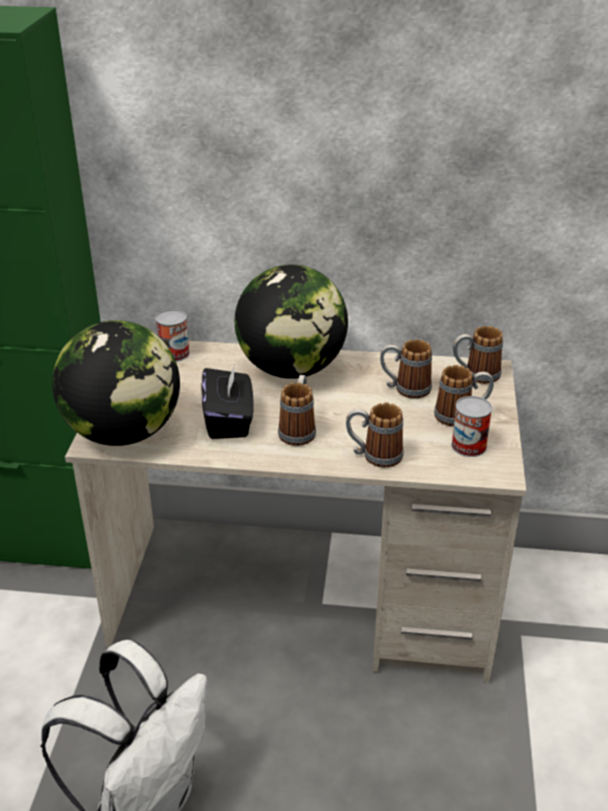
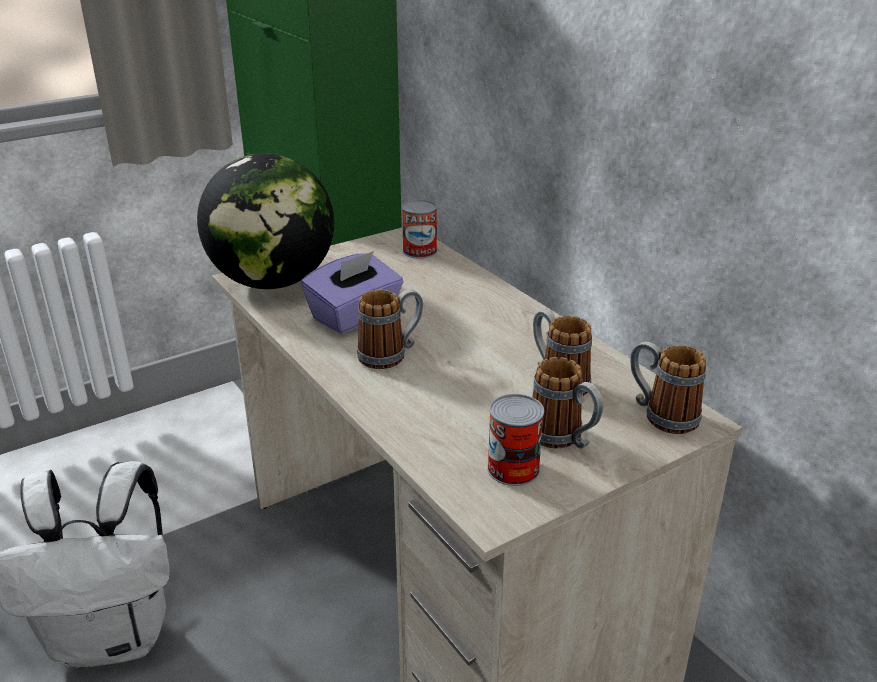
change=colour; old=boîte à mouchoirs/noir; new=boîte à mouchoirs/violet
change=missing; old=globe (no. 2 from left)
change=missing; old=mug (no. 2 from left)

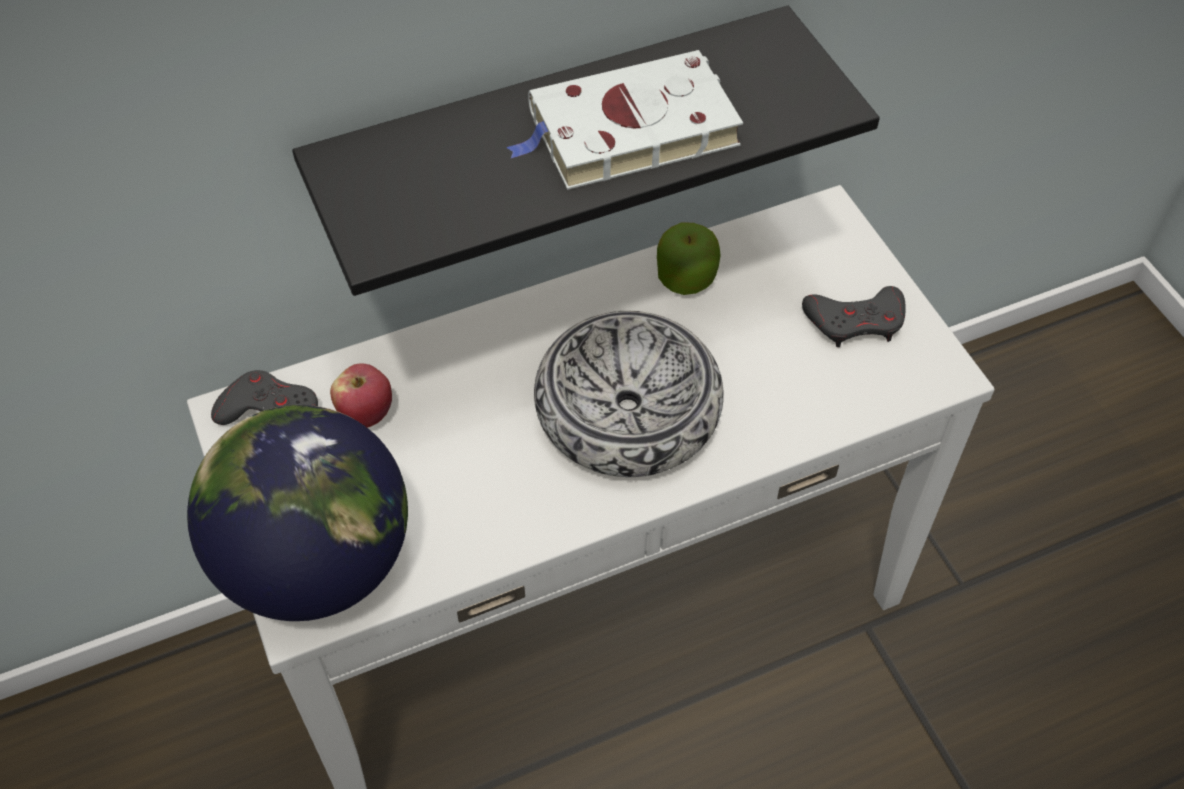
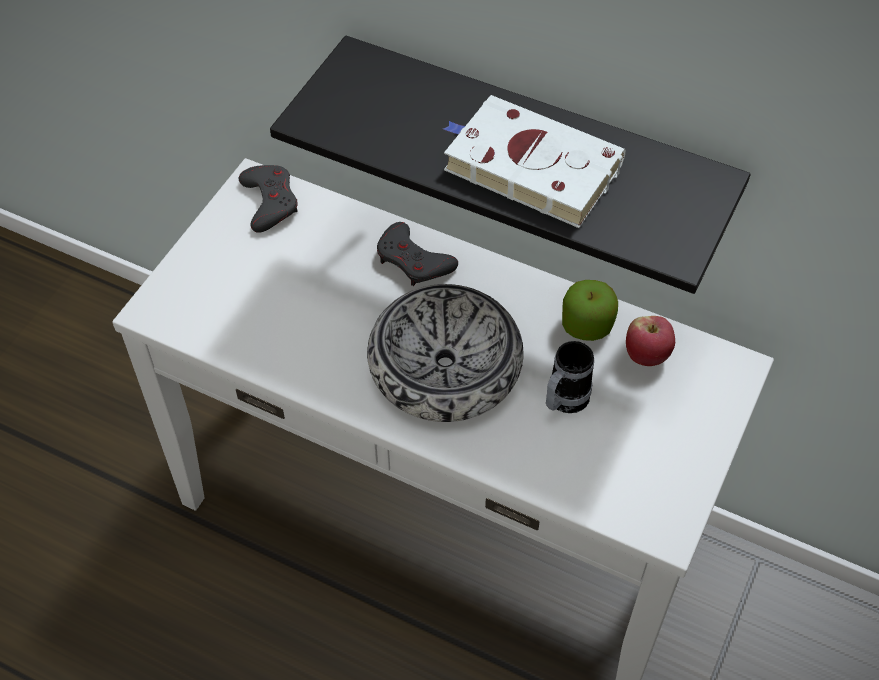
change=missing; old=globe
change=relocated; old=pomme (no. 1 from left in the first image); new=pomme (no. 2 from left)
change=relocated; old=manette/gris (no. 2 from left)
change=appeared; new=mug

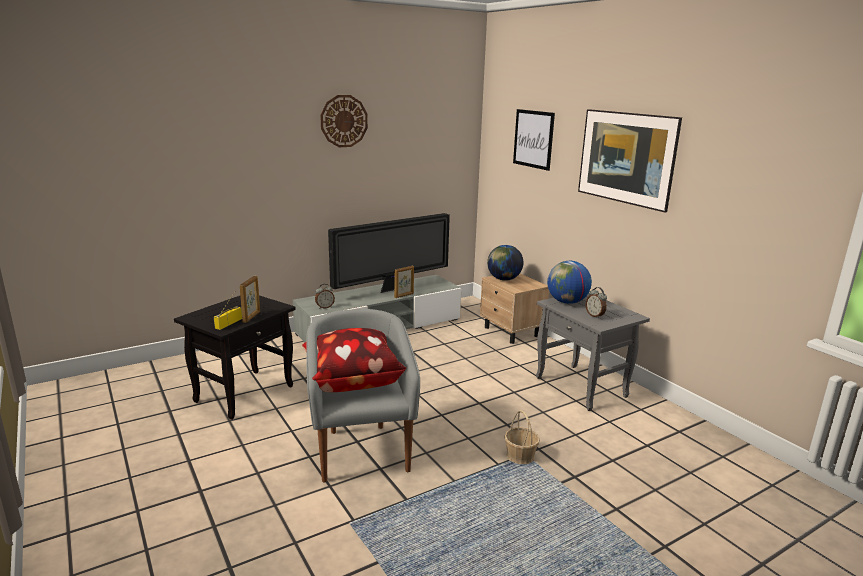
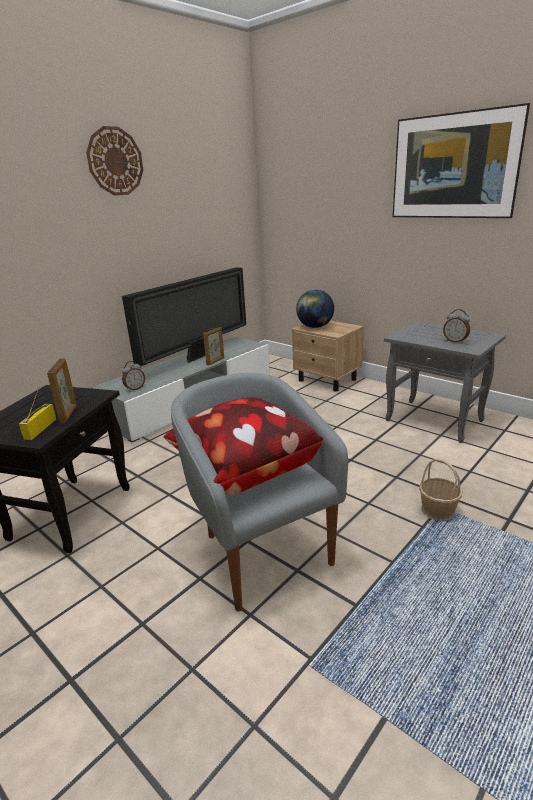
change=missing; old=tableau (no. 1 from left)
change=missing; old=globe (no. 2 from left)

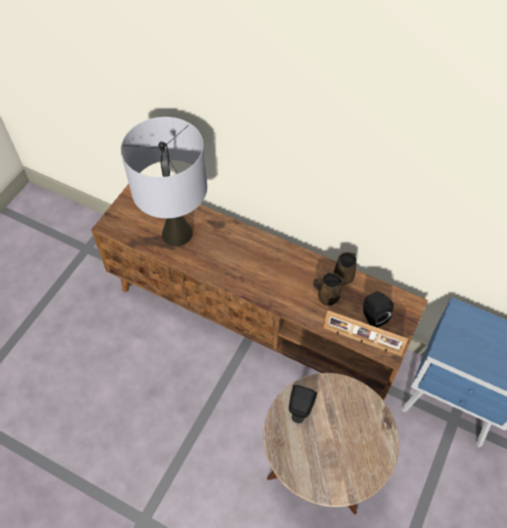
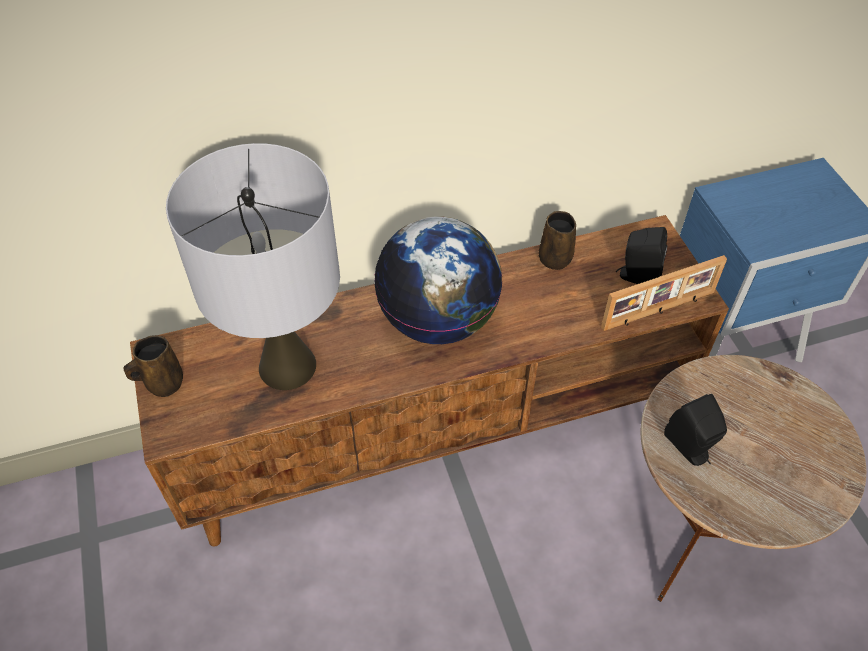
change=relocated; old=mug/marron (no. 1 from left)
change=appeared; new=globe

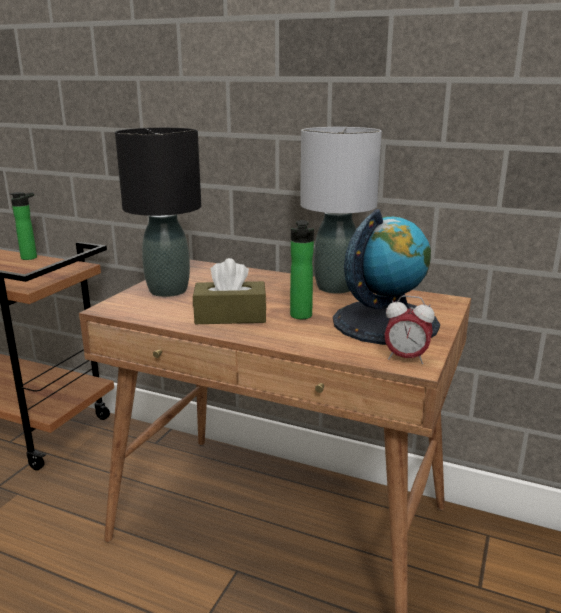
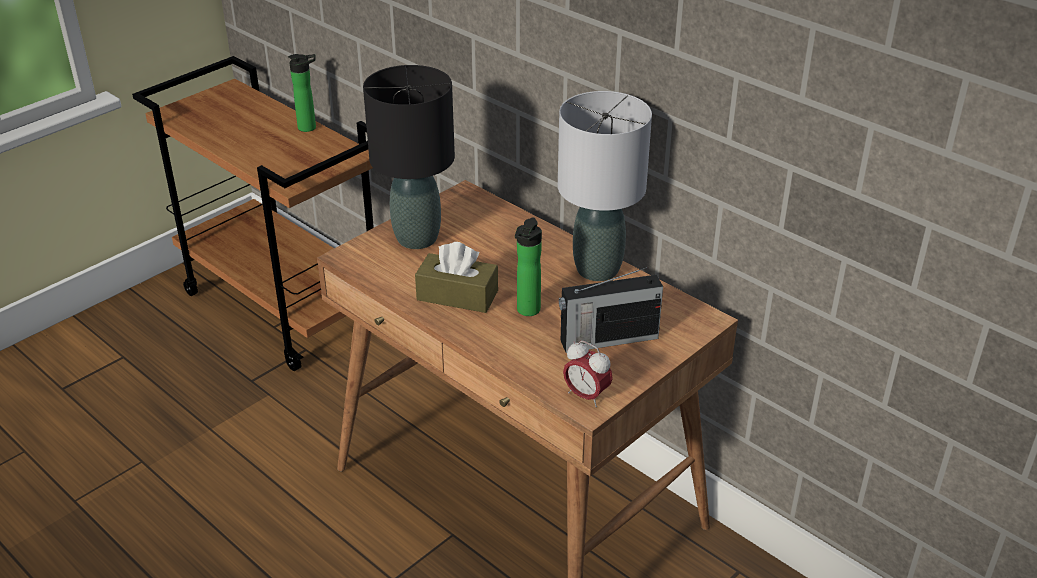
change=exchanged; old=globe; new=radio

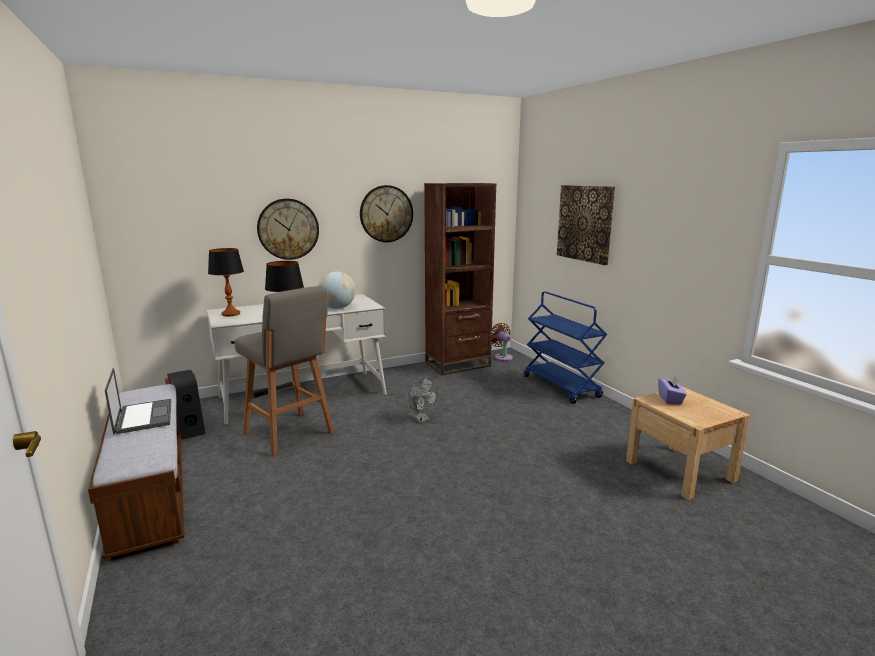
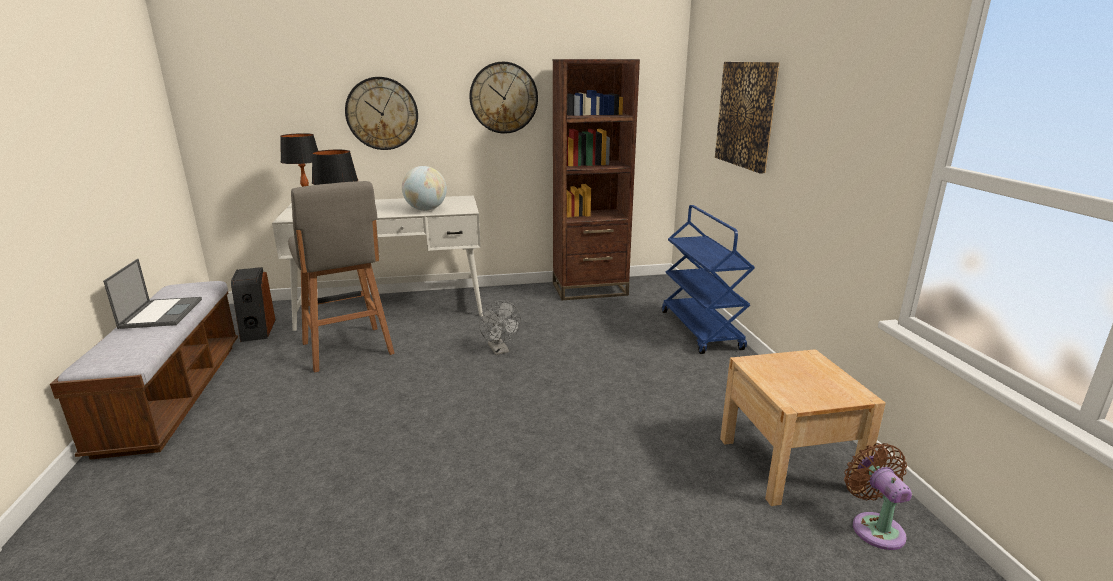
change=relocated; old=ventilateur/marron
change=missing; old=boîte à mouchoirs/violet

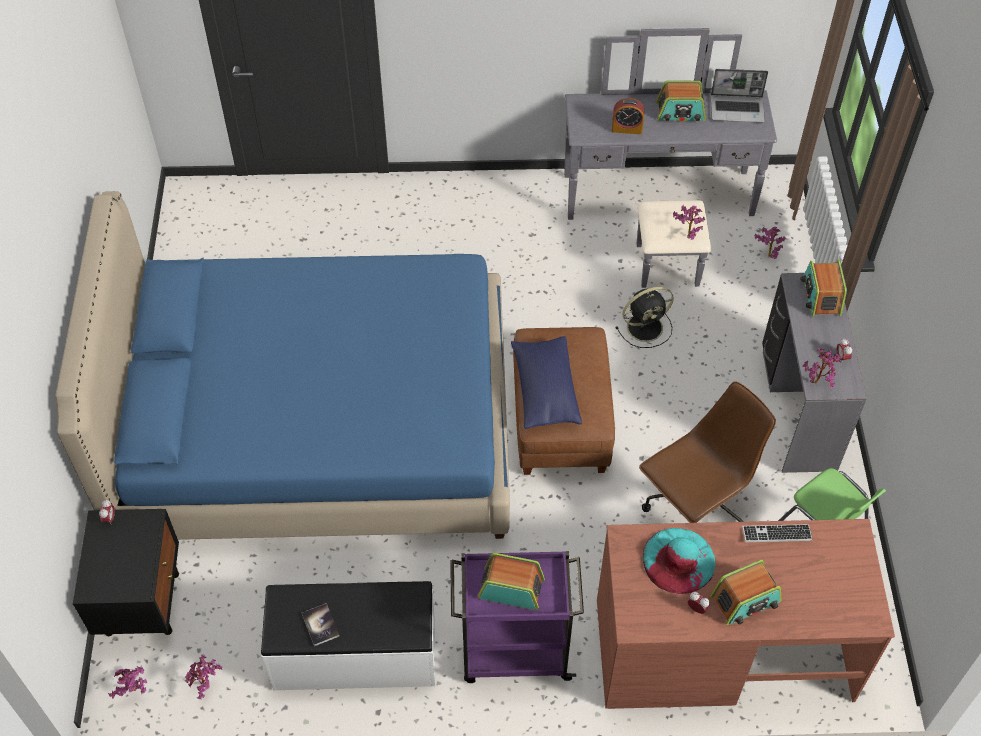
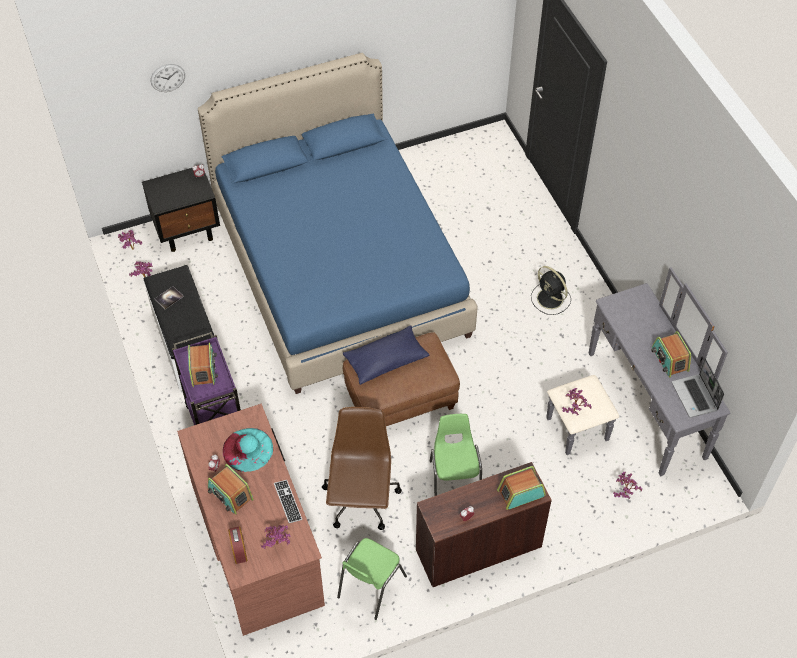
change=relocated; old=réveil (no. 2 from left in the first image); new=réveil (no. 3 from left)
change=relocated; old=ventilateur/noir
change=spun; old=chaise de bureau/marron; degrees=-120
change=colour; old=bureau/gris; new=bureau/marron (no. 2 from left)
change=relocated; old=plante en pot (no. 5 from left in the first image); new=plante en pot (no. 3 from left)
change=appeared; new=horloge murale
change=appeared; new=chaise/vert (no. 2 from left)

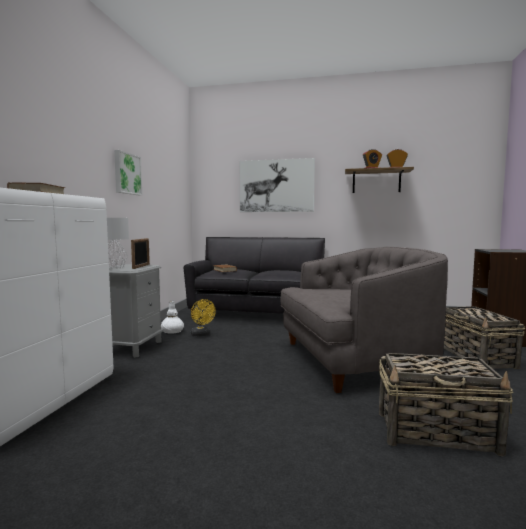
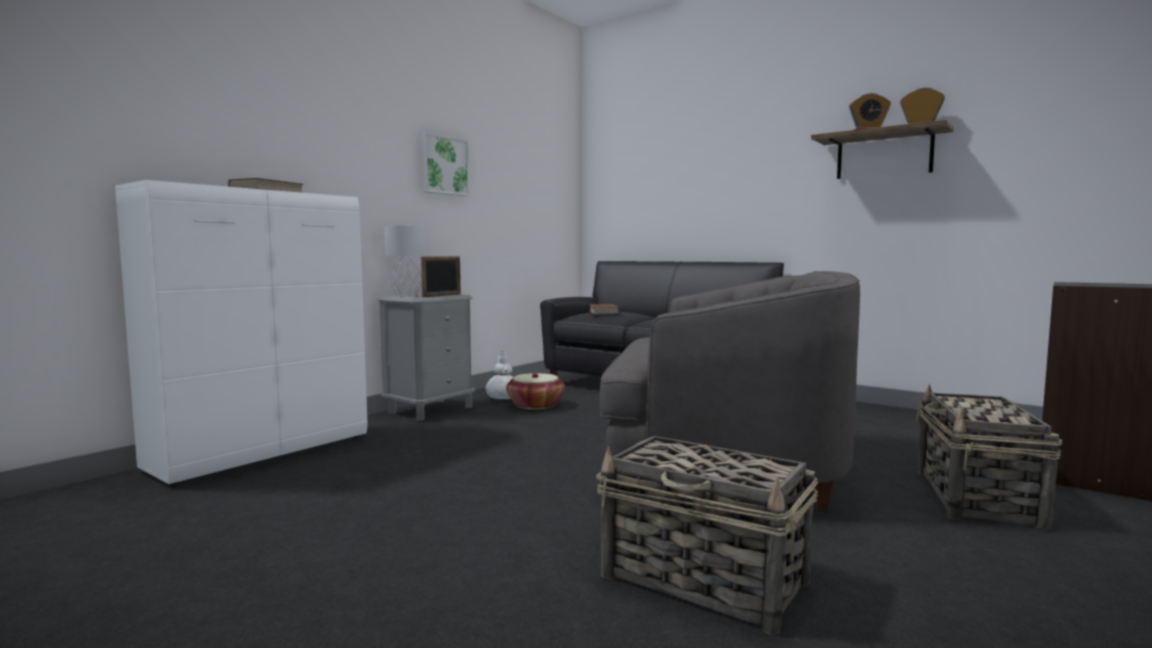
change=exchanged; old=ventilateur/jaune; new=panier (no. 1 from left)
change=missing; old=tableau (no. 2 from left)

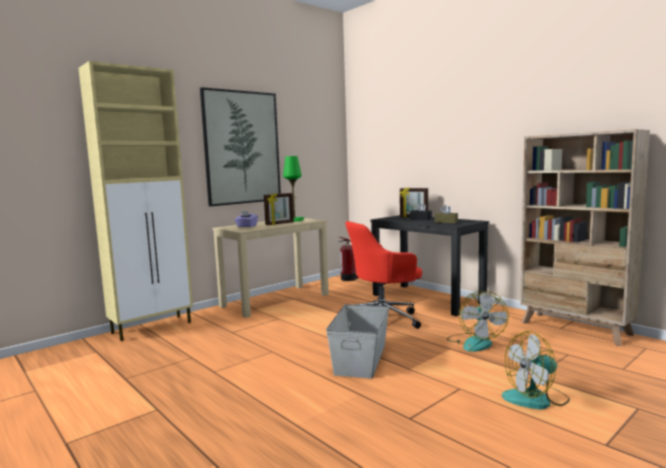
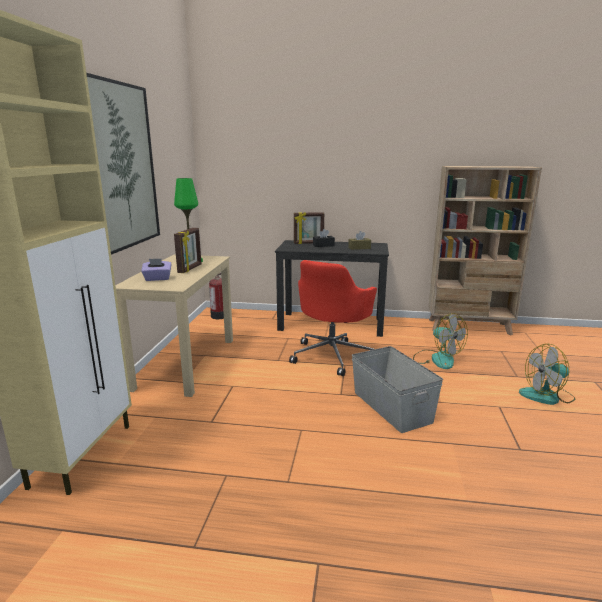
change=spun; old=ventilateur (no. 2 from left); degrees=45

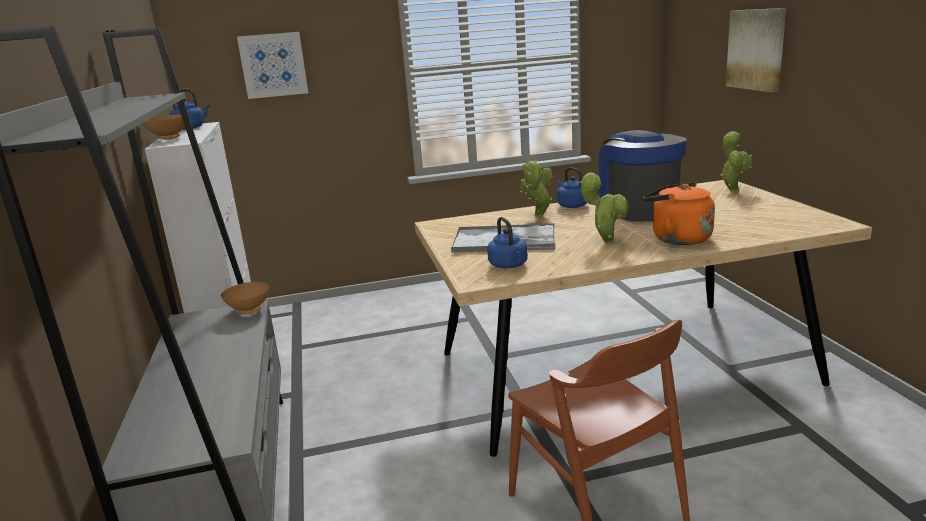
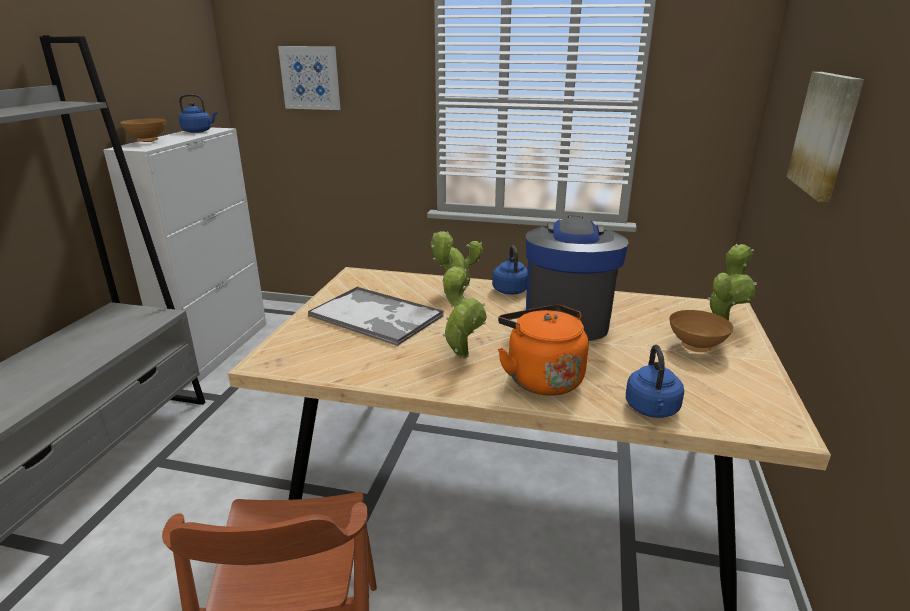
change=relocated; old=bol/marron (no. 2 from left)
change=relocated; old=bouilloire/bleu (no. 2 from left in the first image); new=bouilloire/bleu (no. 3 from left)

